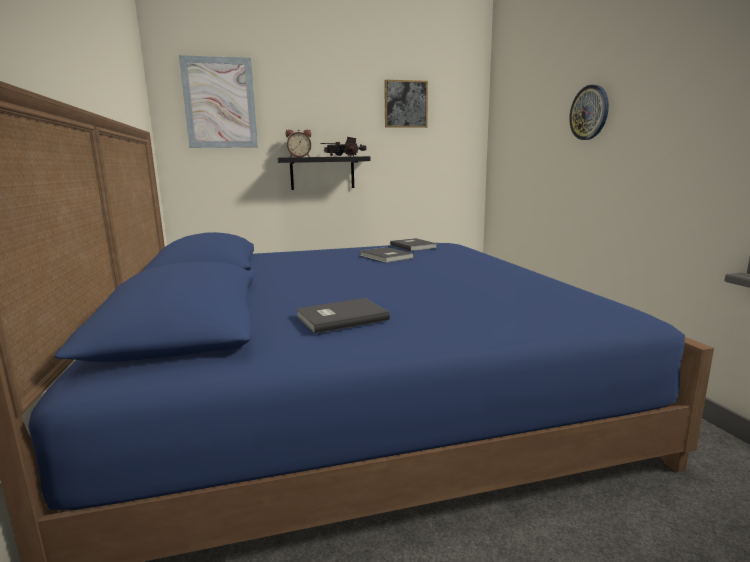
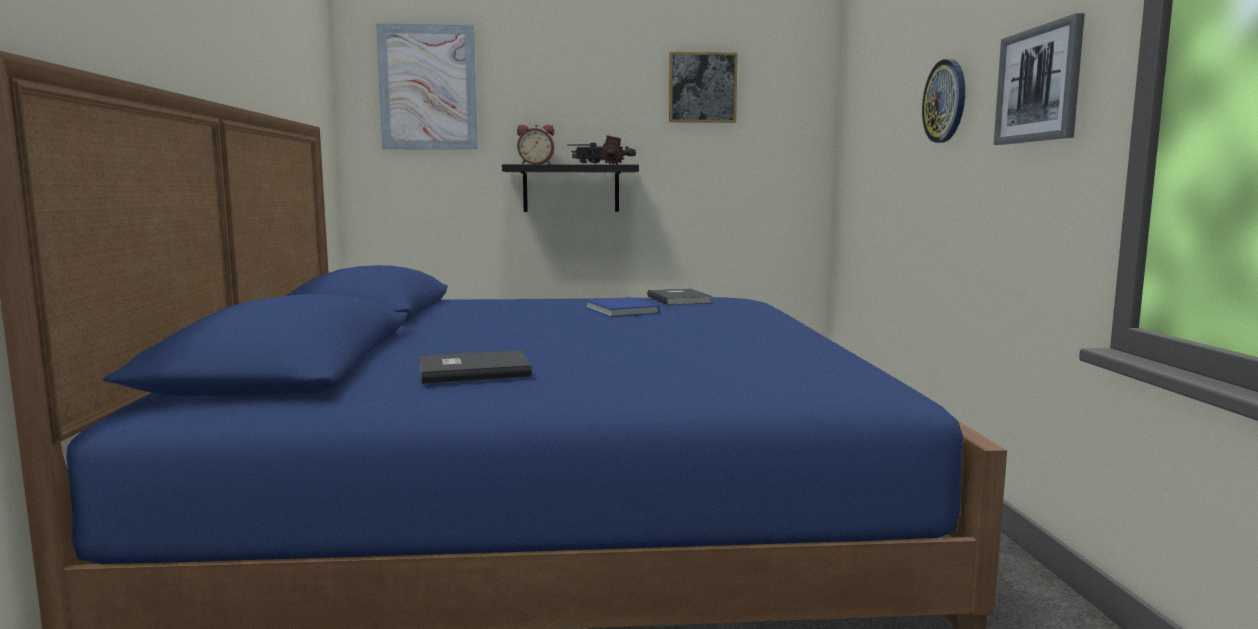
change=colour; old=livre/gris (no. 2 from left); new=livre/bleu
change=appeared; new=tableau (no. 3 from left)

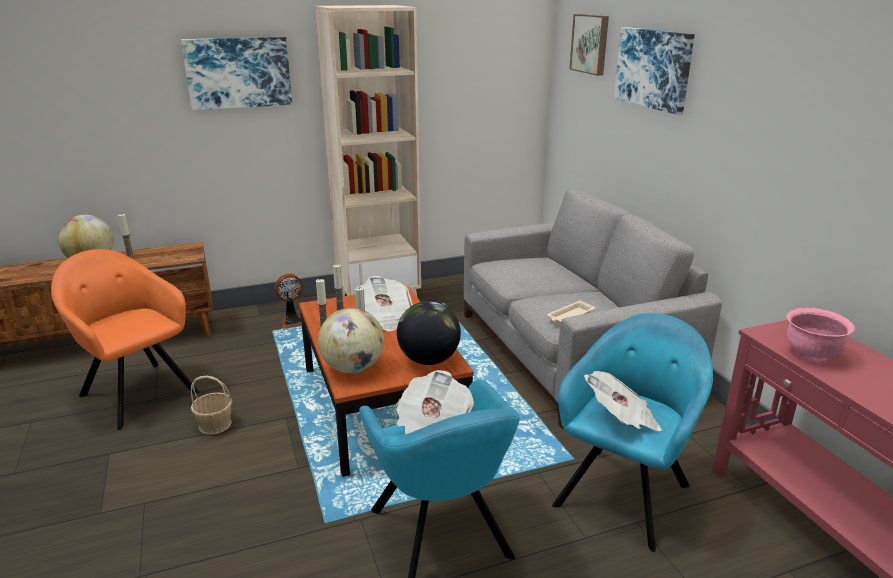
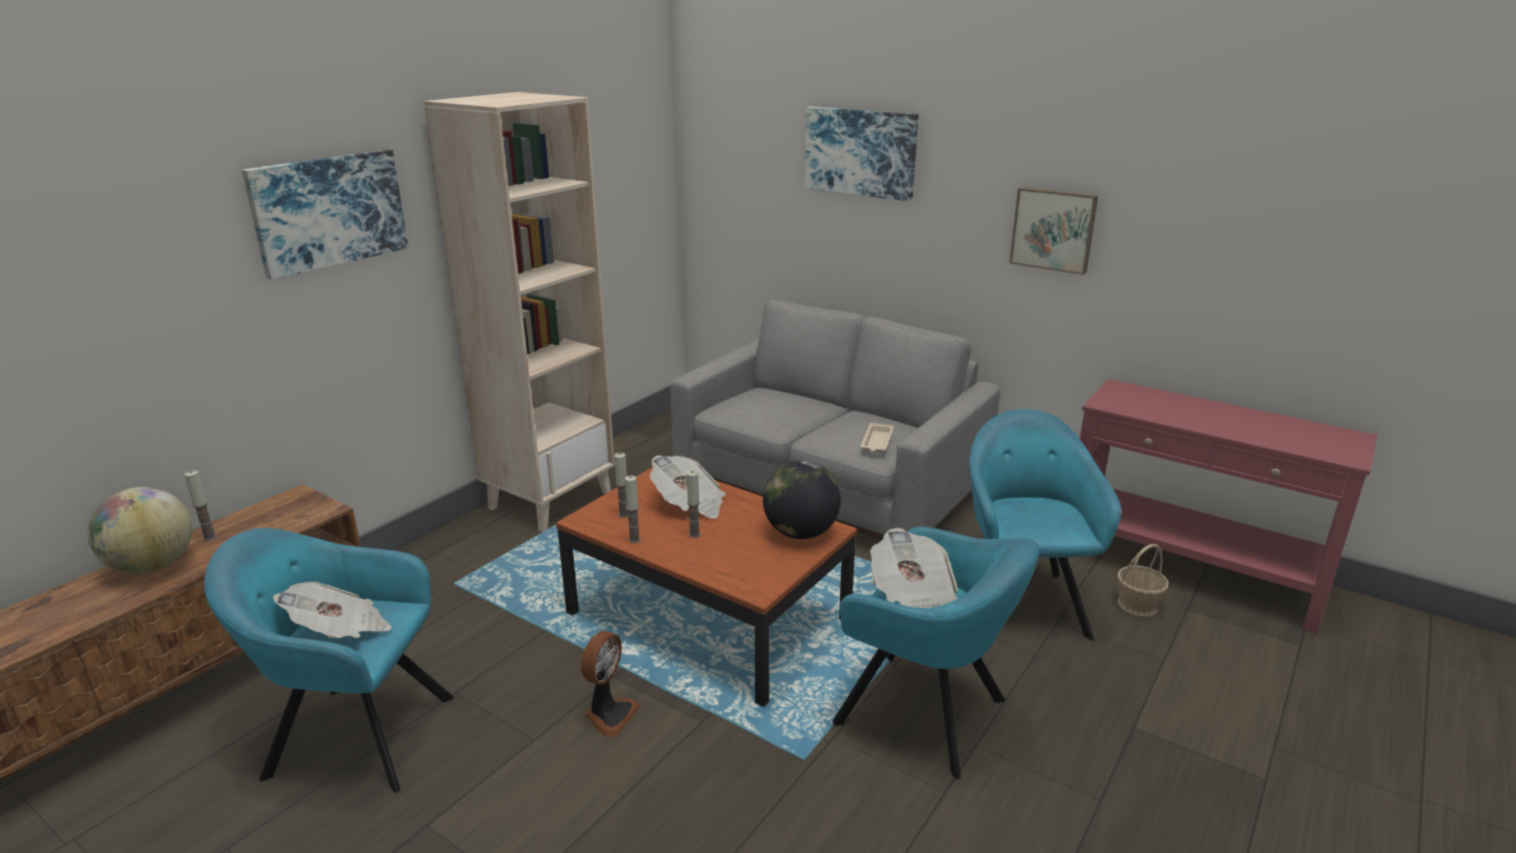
change=colour; old=fauteuil/orange; new=fauteuil/turquoise (no. 1 from left)
change=relocated; old=panier
change=relocated; old=ventilateur
change=missing; old=globe (no. 2 from left)
change=relocated; old=tableau (no. 2 from left in the first image); new=tableau (no. 3 from left)
change=relocated; old=journal (no. 3 from left in the first image); new=journal (no. 1 from left)
change=missing; old=bol/rose

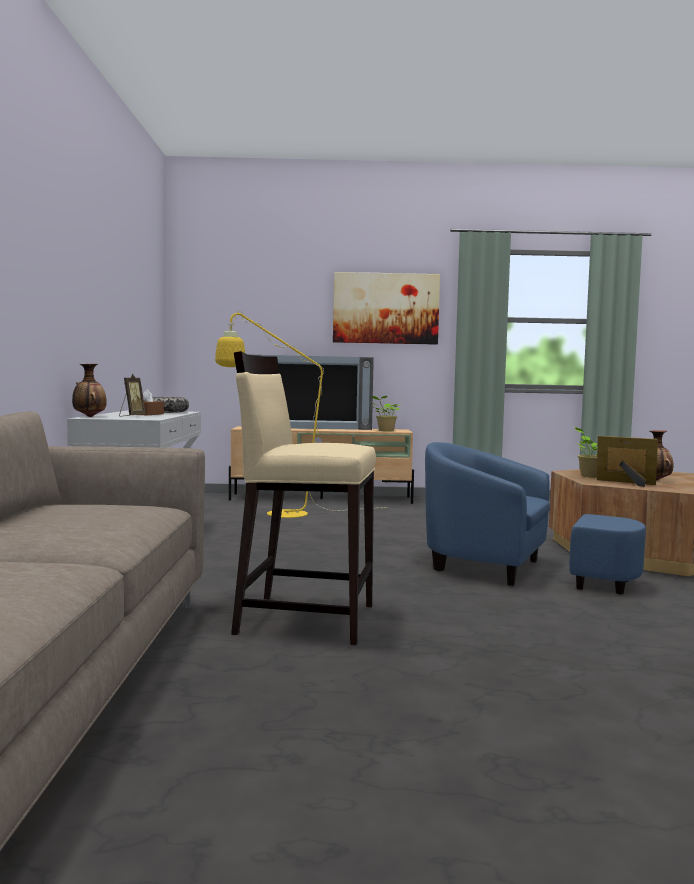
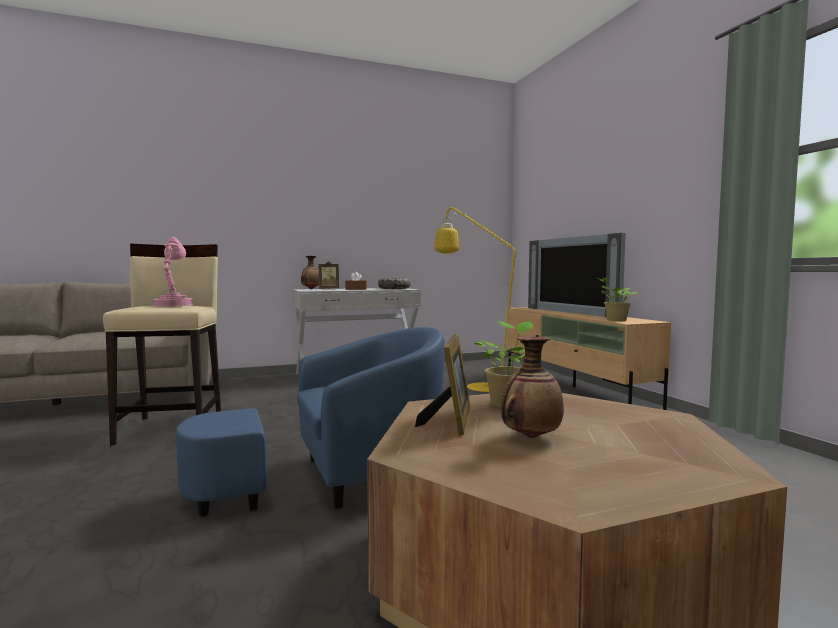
change=missing; old=tableau
change=spun; old=fauteuil/bleu; degrees=60
change=appeared; new=lampe de table/rose

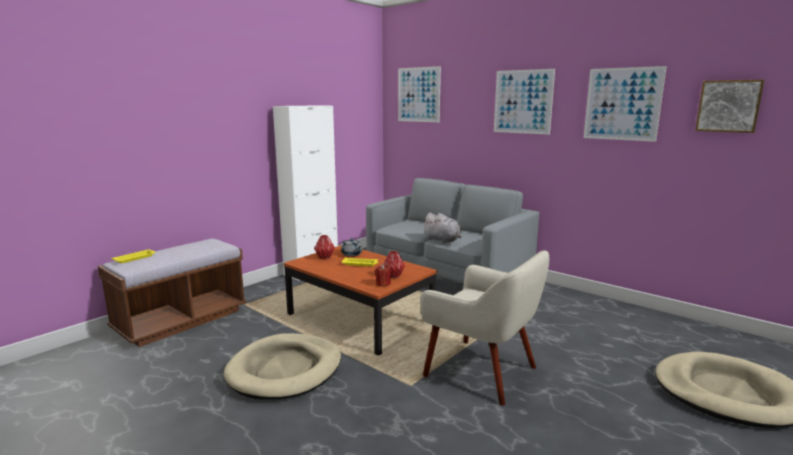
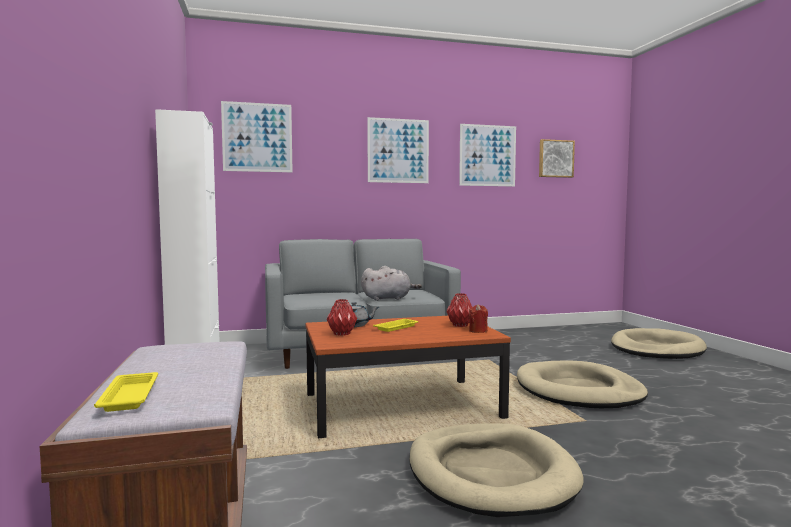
change=exchanged; old=fauteuil/beige; new=panier pour chien/beige (no. 2 from left)

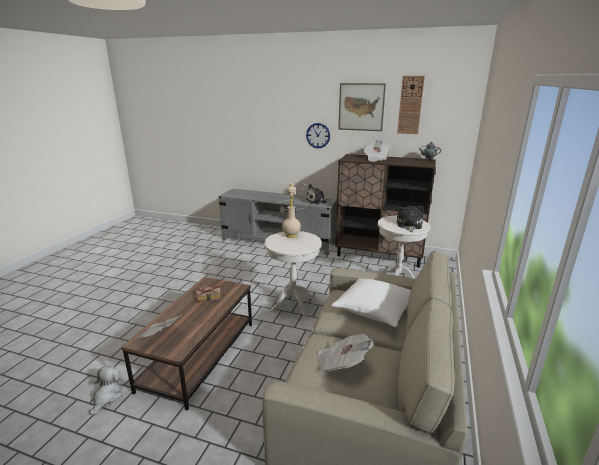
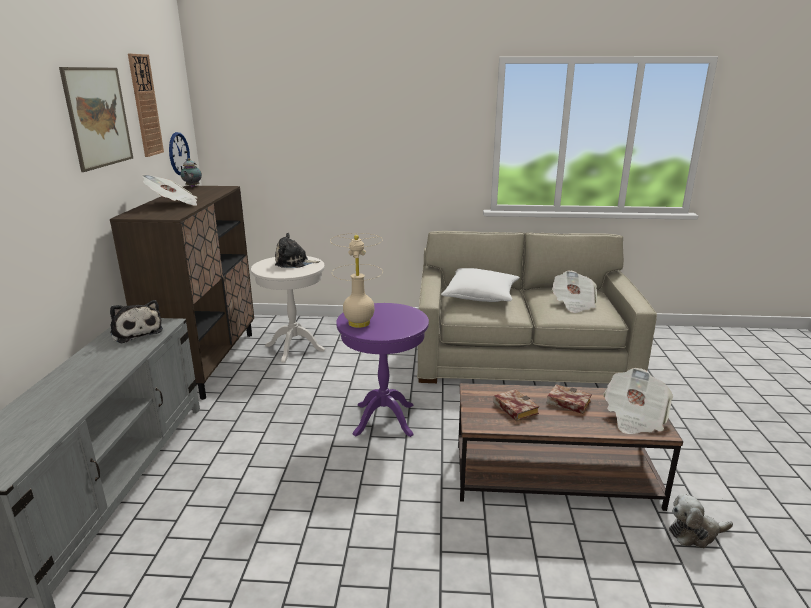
change=colour; old=table d'appoint/blanc (no. 1 from left); new=table d'appoint/violet
change=relocated; old=horloge murale (no. 1 from left in the first image); new=horloge murale (no. 2 from left)
change=appeared; new=livre (no. 2 from left)

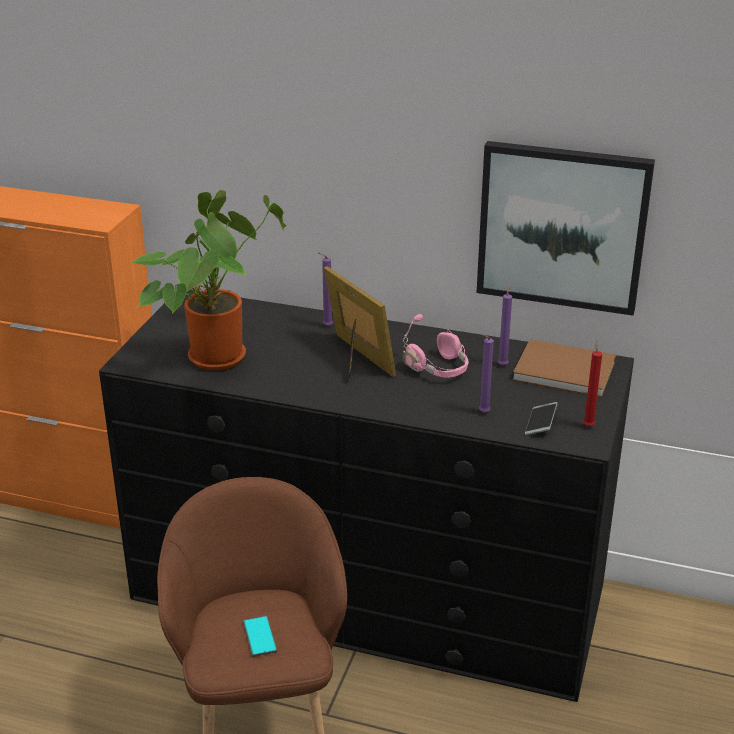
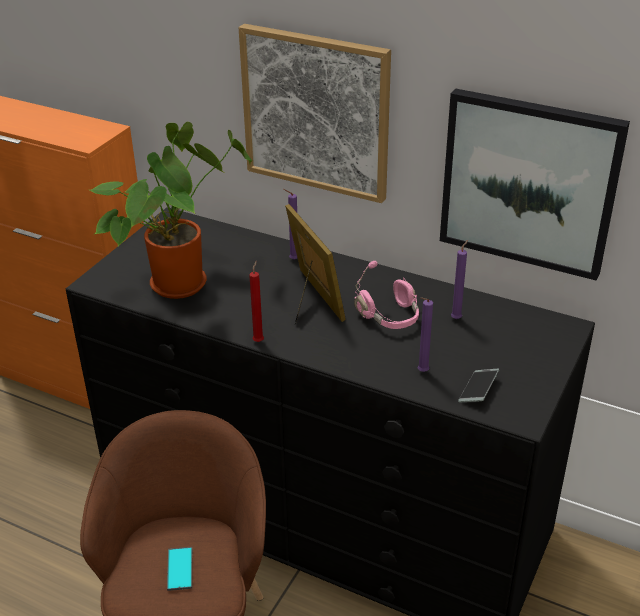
change=missing; old=livre/marron
change=relocated; old=bougie/rouge
change=appeared; new=tableau (no. 1 from left)

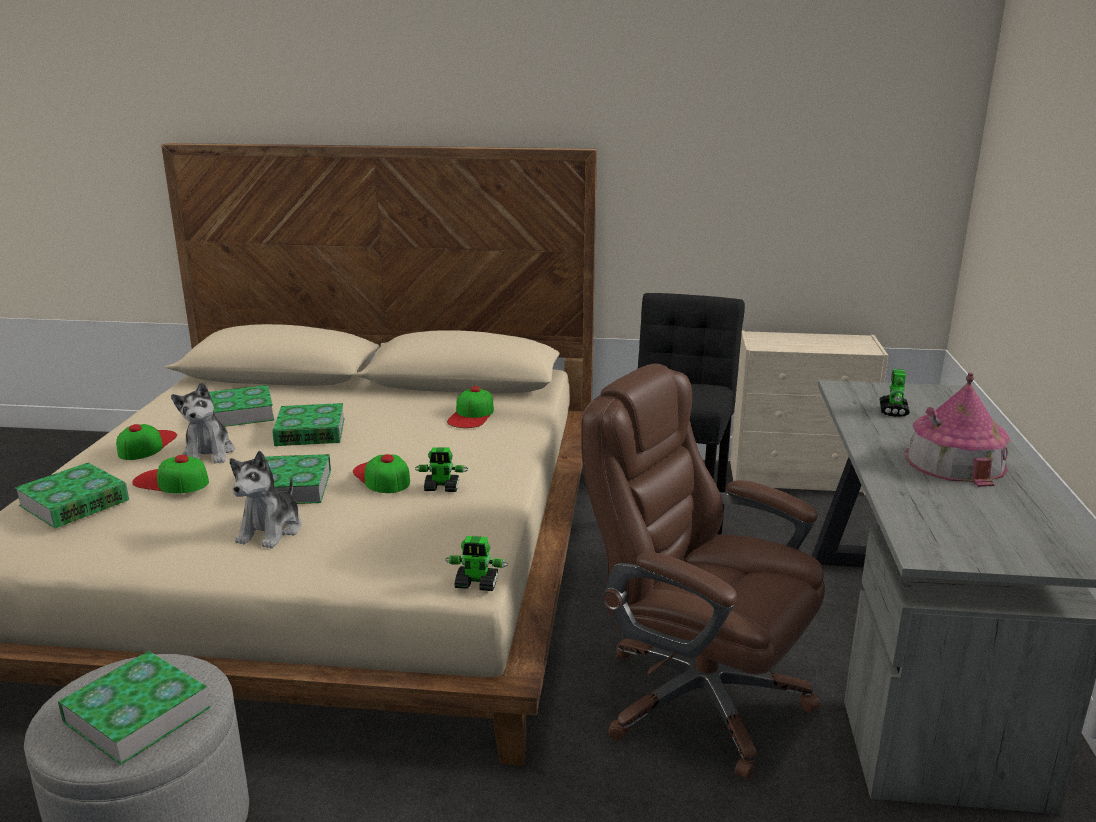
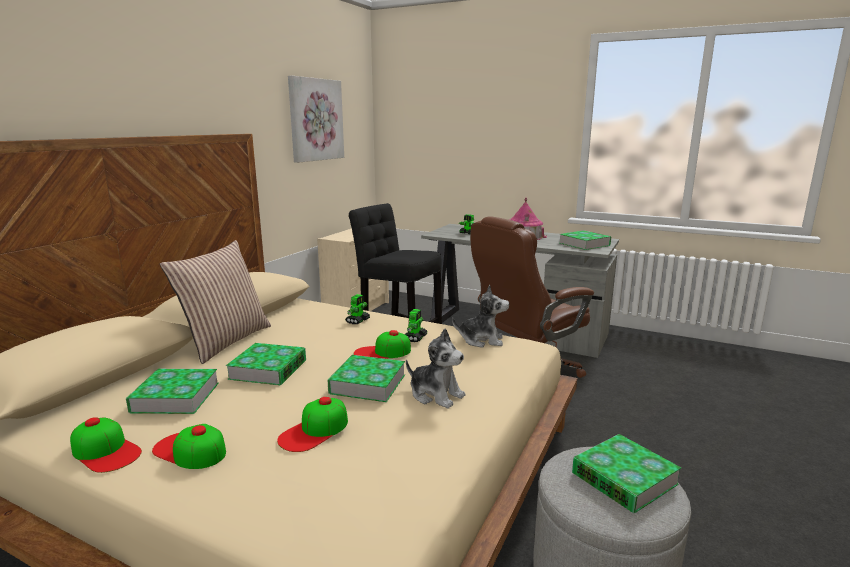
change=relocated; old=livre (no. 1 from left in the first image); new=livre (no. 4 from left)
change=relocated; old=peluche (no. 1 from left in the first image); new=peluche (no. 2 from left)
change=relocated; old=robot jouet (no. 2 from left in the first image); new=robot jouet (no. 1 from left)
change=relocated; old=casquette (no. 4 from left in the first image); new=casquette (no. 1 from left)
change=appeared; new=coussin
change=appeared; new=tableau

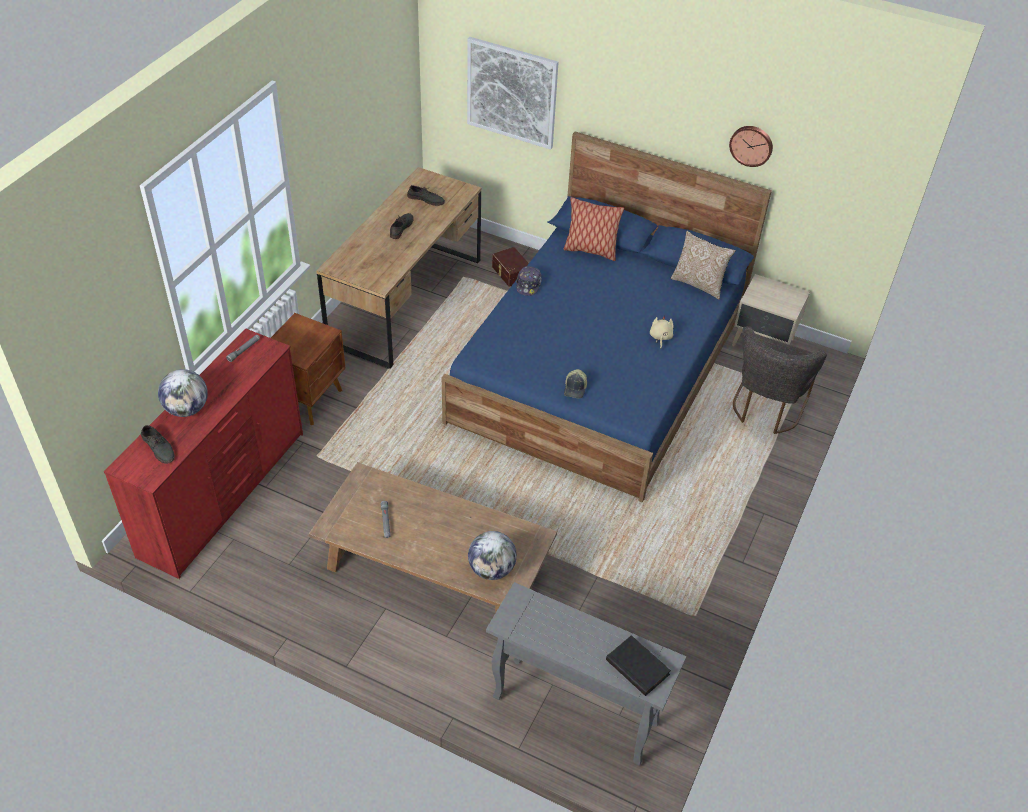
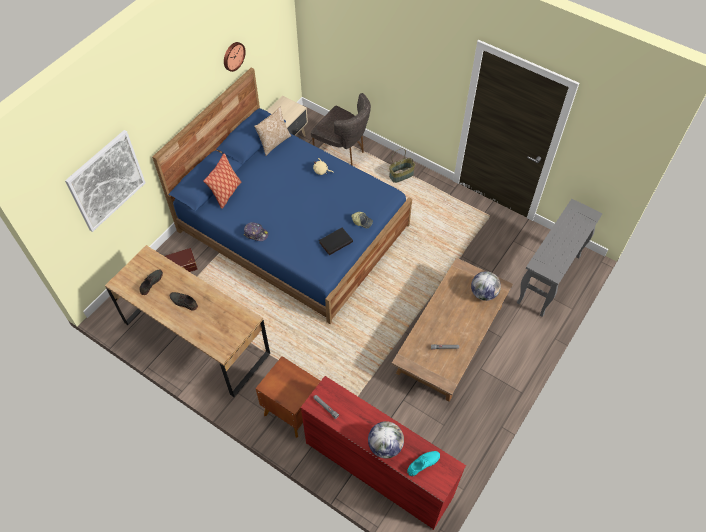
change=colour; old=chaussure/gris (no. 1 from left); new=chaussure/turquoise
change=relocated; old=livre/noir
change=appeared; new=panier

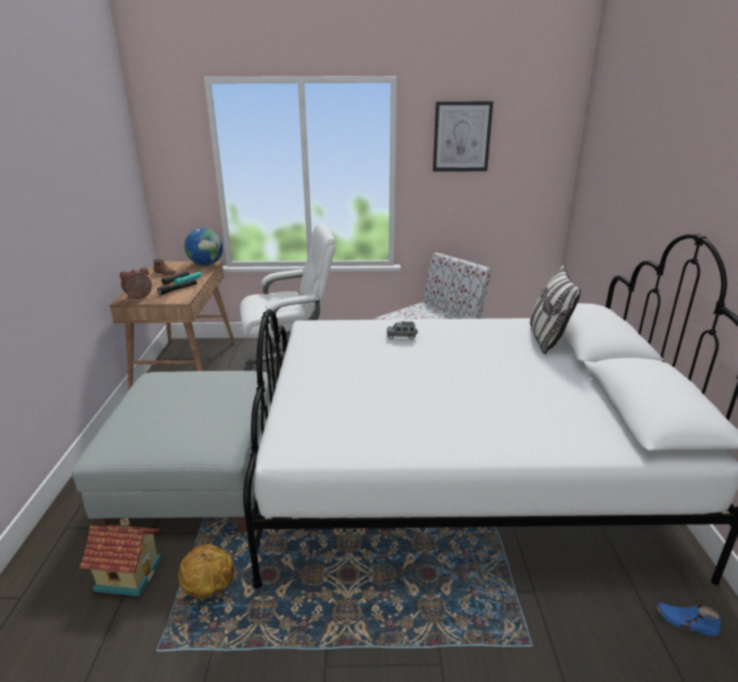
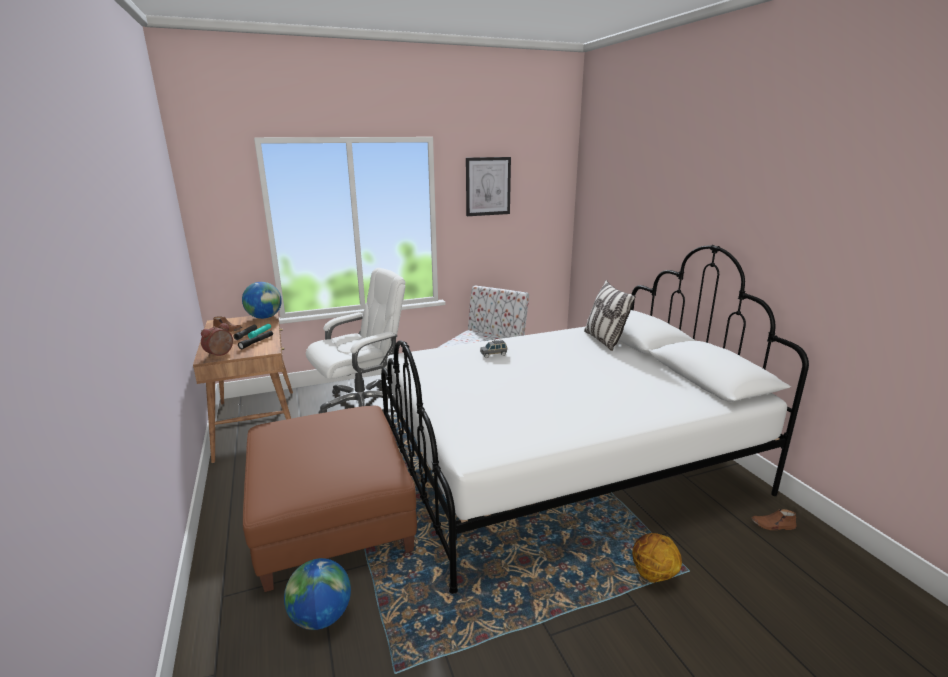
change=colour; old=pouf/gris; new=pouf/marron
change=exchanged; old=maison miniature; new=globe (no. 2 from left)
change=relocated; old=ballon de basket
change=colour; old=chaussure/bleu; new=chaussure/marron (no. 2 from left)

